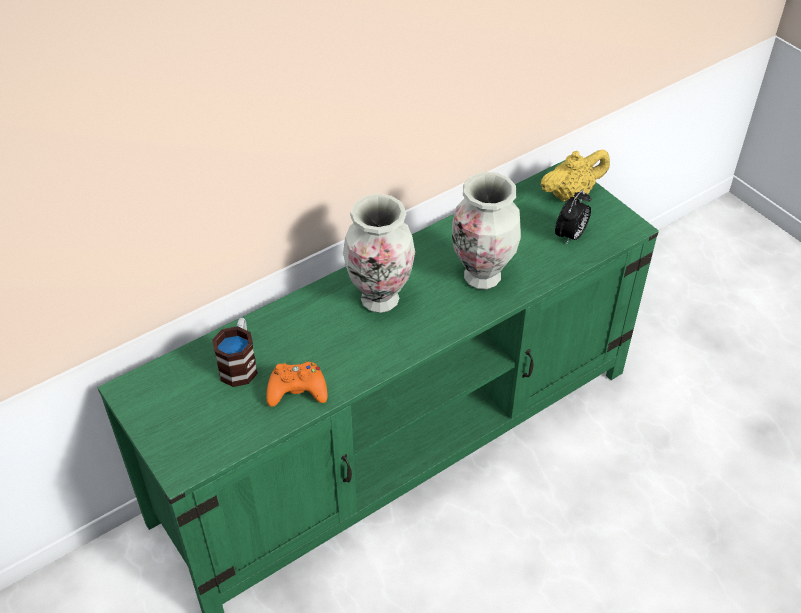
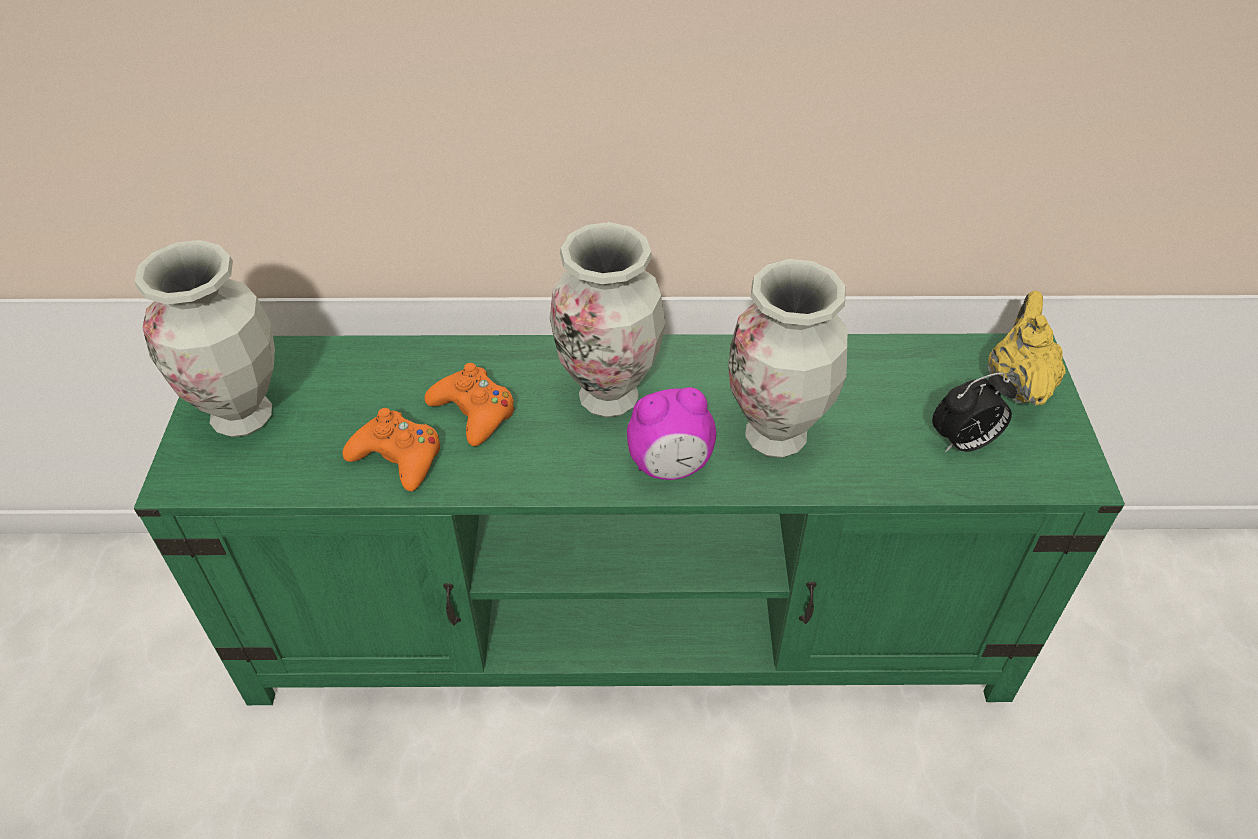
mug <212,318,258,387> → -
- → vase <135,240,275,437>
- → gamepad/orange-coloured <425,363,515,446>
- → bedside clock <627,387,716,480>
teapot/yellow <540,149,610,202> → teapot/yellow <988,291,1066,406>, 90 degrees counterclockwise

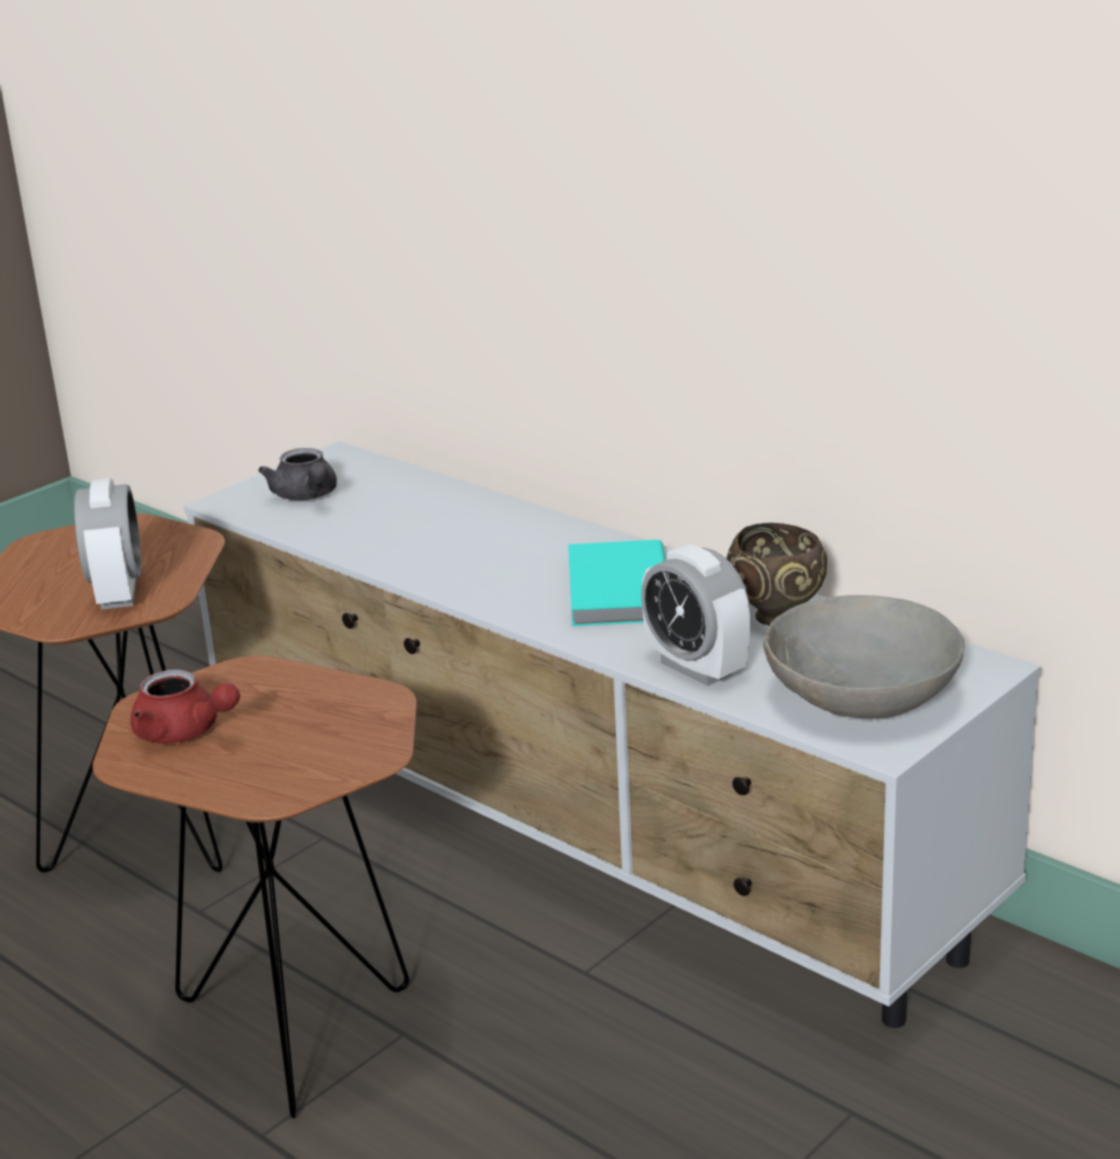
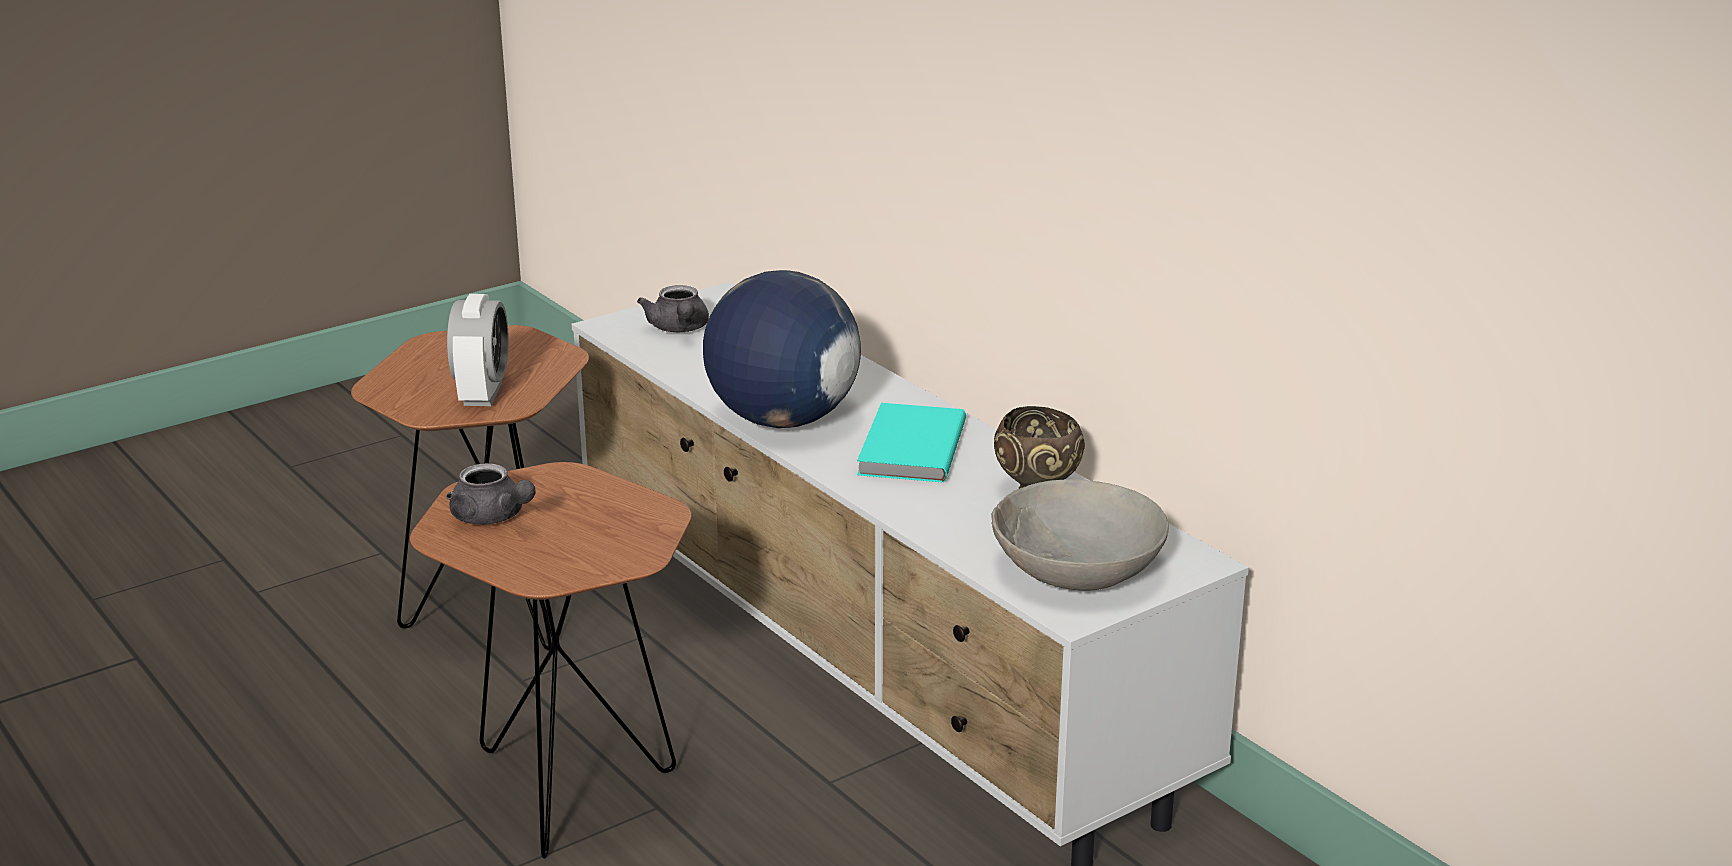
bedside clock <641,544,750,686> → -
- → globe <703,270,861,428>
teapot/reddish <130,669,240,743> → teapot/grey <446,463,536,525>

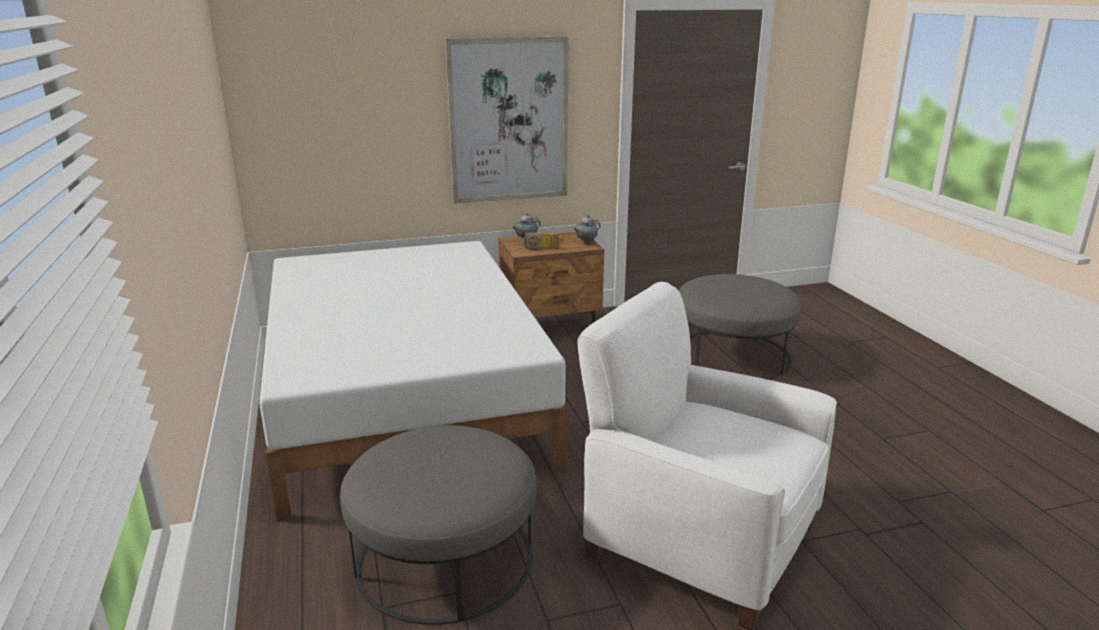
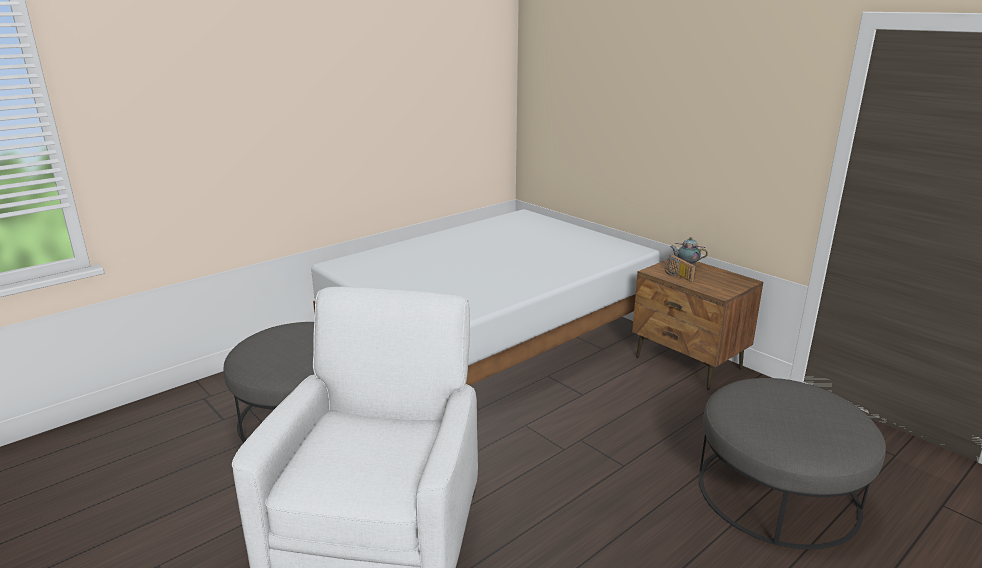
wall picture <445,36,569,204> → -
teapot <573,215,600,244> → -

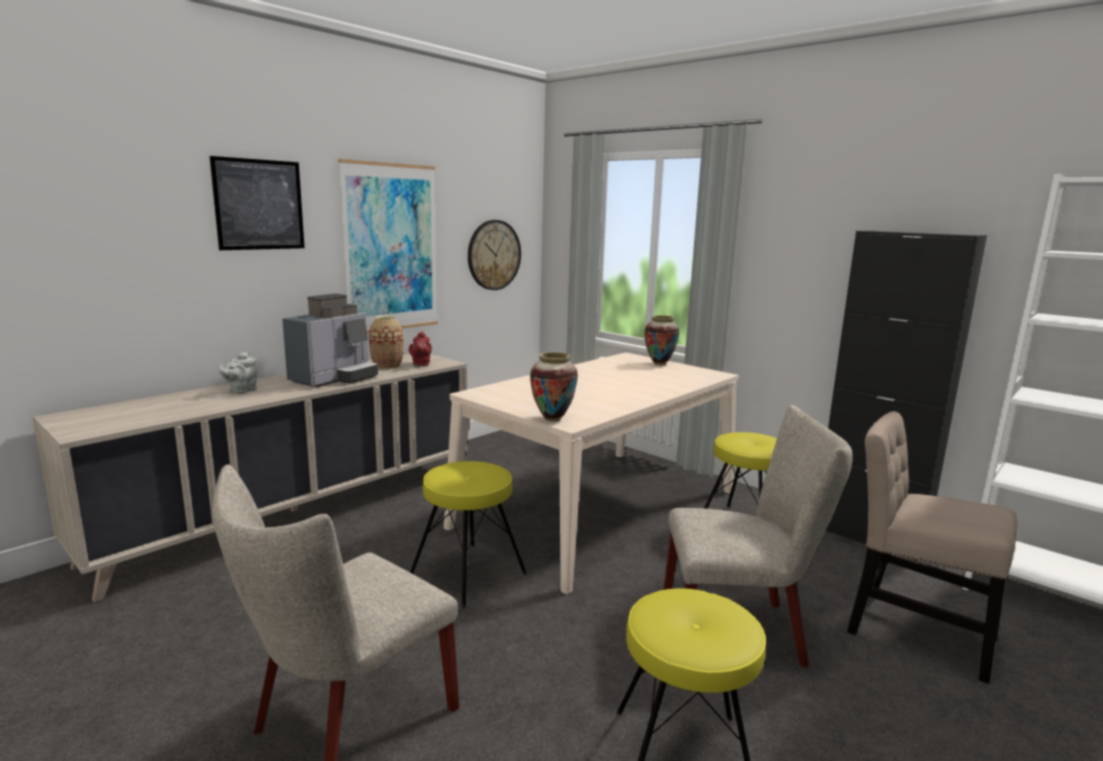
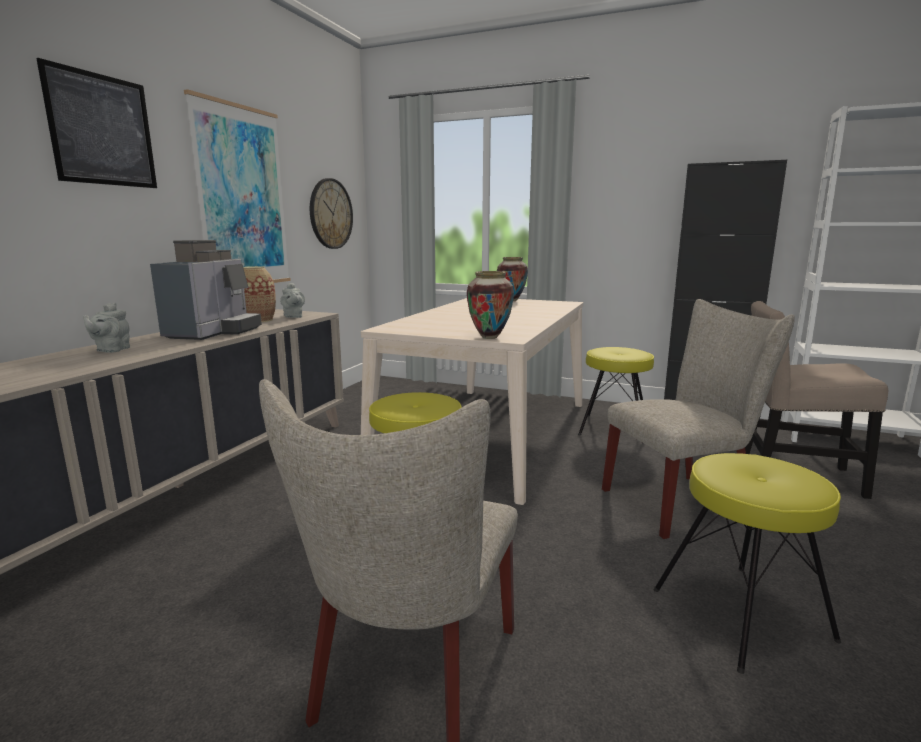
teapot/reddish <409,332,432,367> → teapot/grey <280,283,305,318>

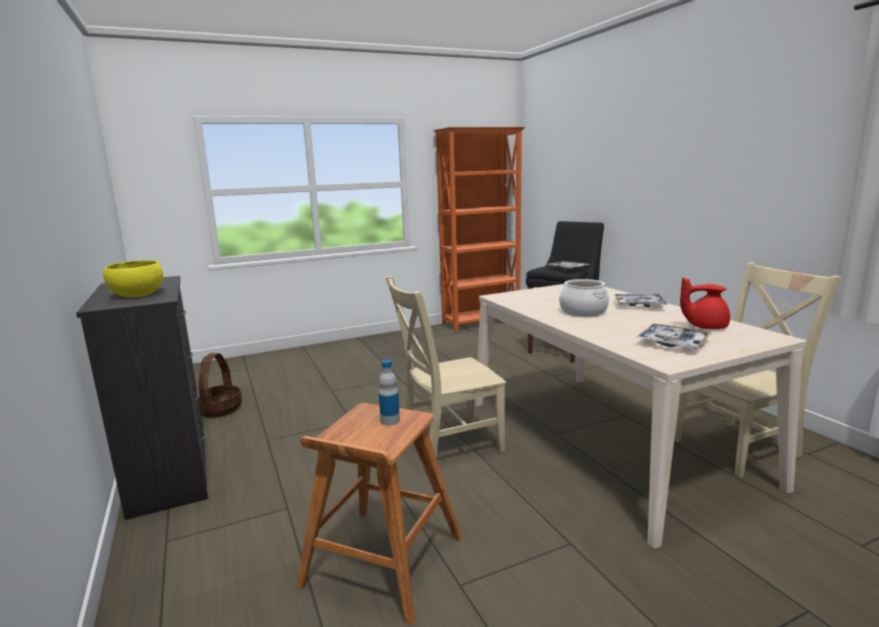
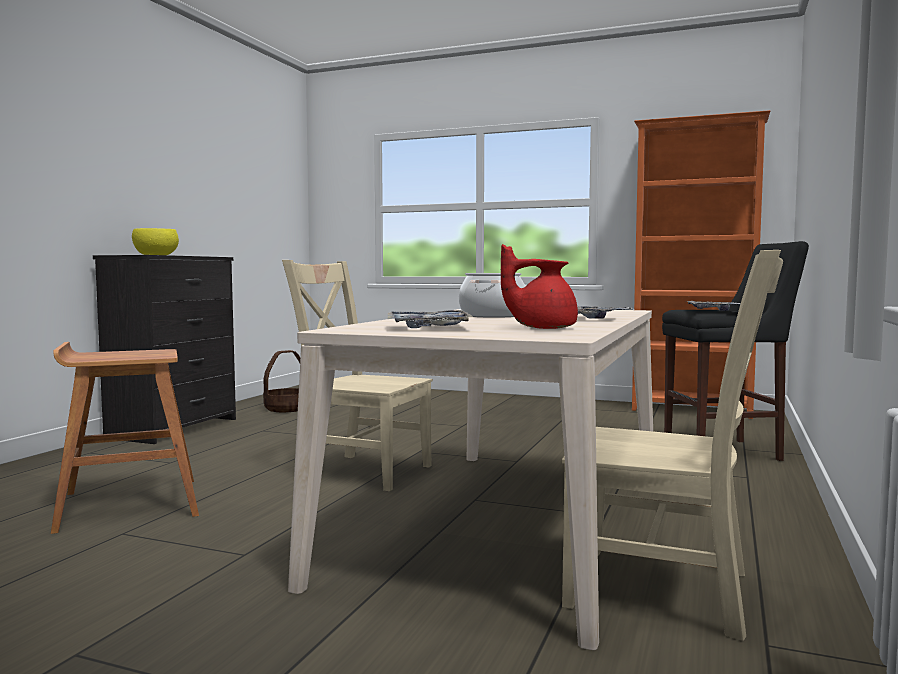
bottle <379,360,400,426> → -
teapot/reddish <680,278,730,329> → teapot/reddish <501,244,578,329>, 60 degrees counterclockwise

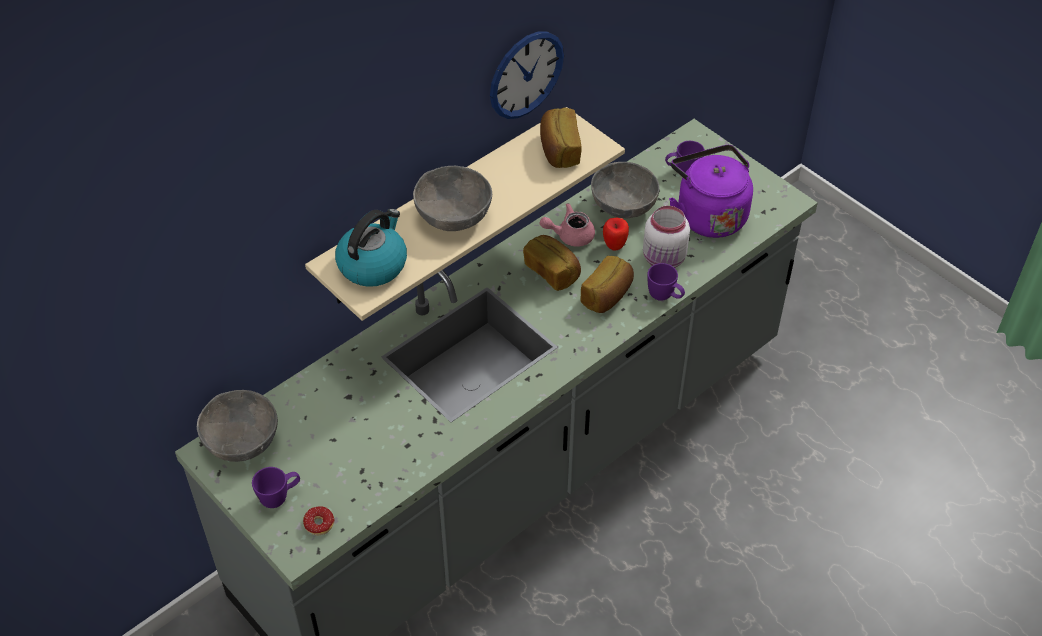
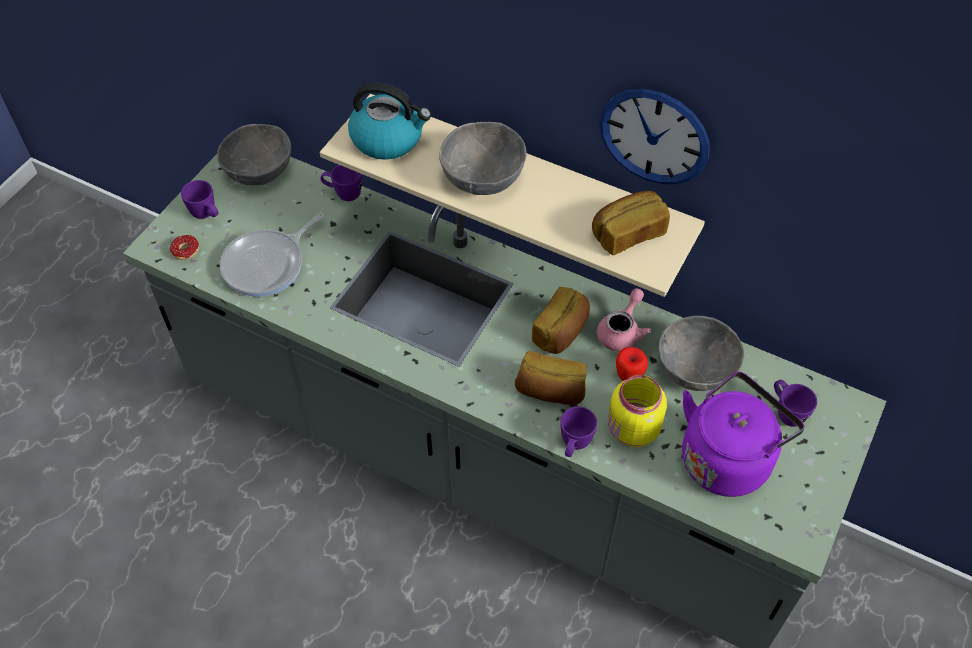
- → frying pan <220,213,325,297>
- → mug/purple <320,165,362,201>
preserve jar/whitish <643,206,690,268> → preserve jar/yellow <608,375,667,447>
teapot/pink-coloured <540,203,595,247> → teapot/pink-coloured <597,288,651,352>, 60 degrees clockwise

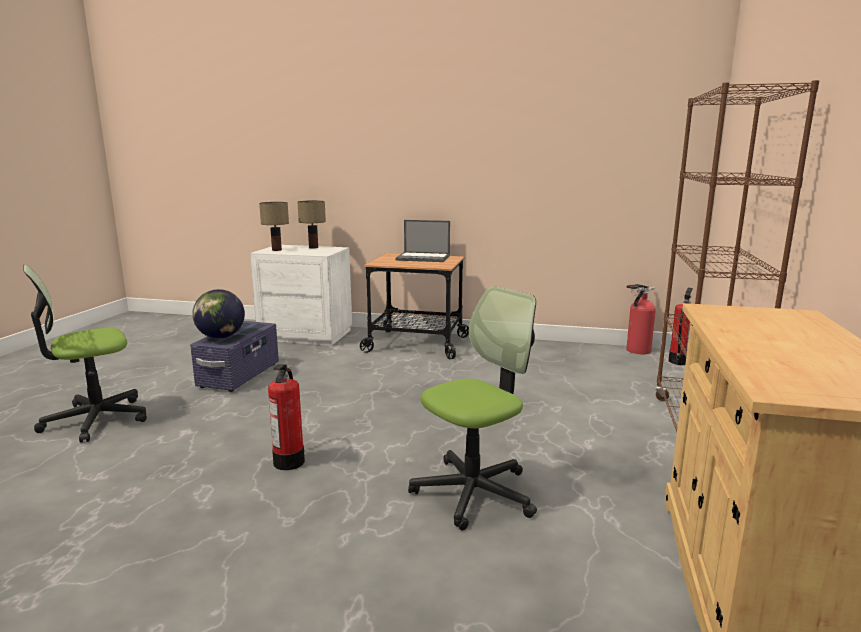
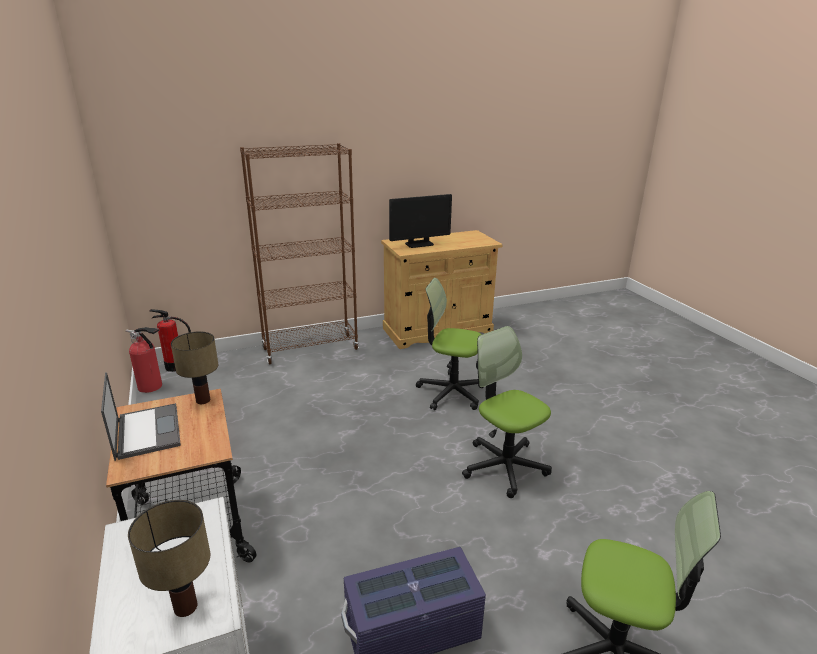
globe <192,289,245,339> → -
- → computer display <389,194,452,248>
table lamp <298,200,326,249> → table lamp <171,332,219,404>, shifted
extinguisher <268,364,305,470> → desk chair <462,326,552,498>

